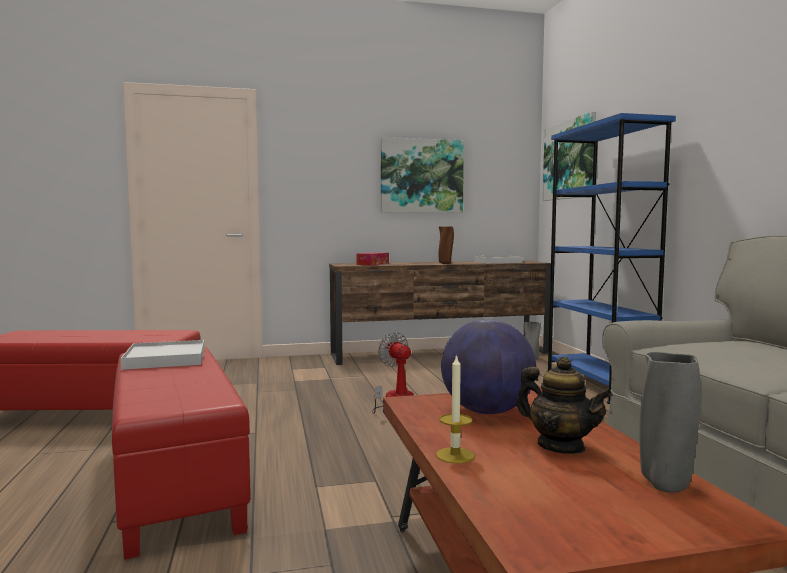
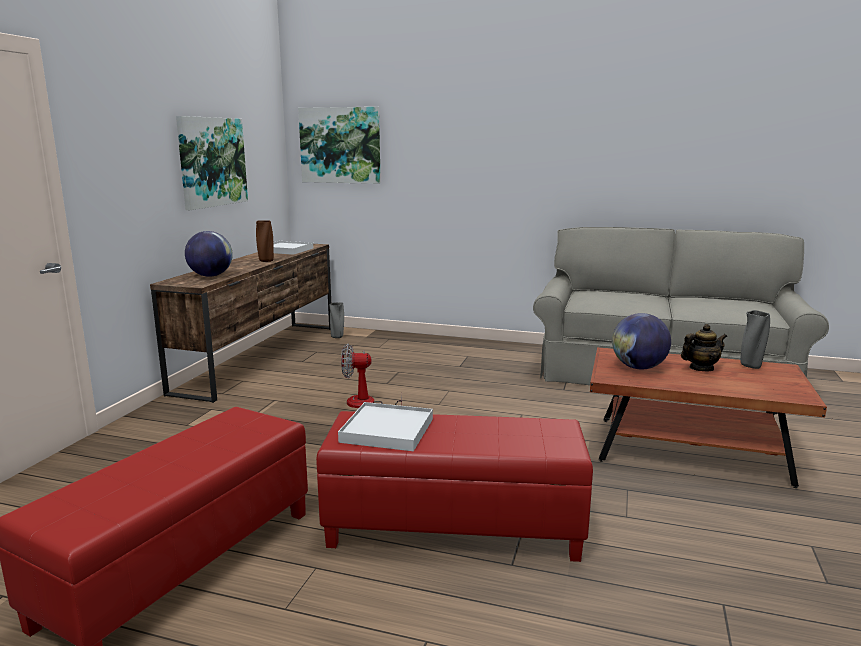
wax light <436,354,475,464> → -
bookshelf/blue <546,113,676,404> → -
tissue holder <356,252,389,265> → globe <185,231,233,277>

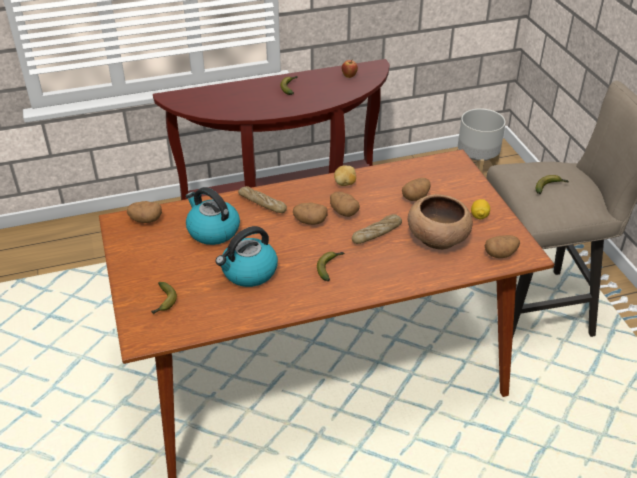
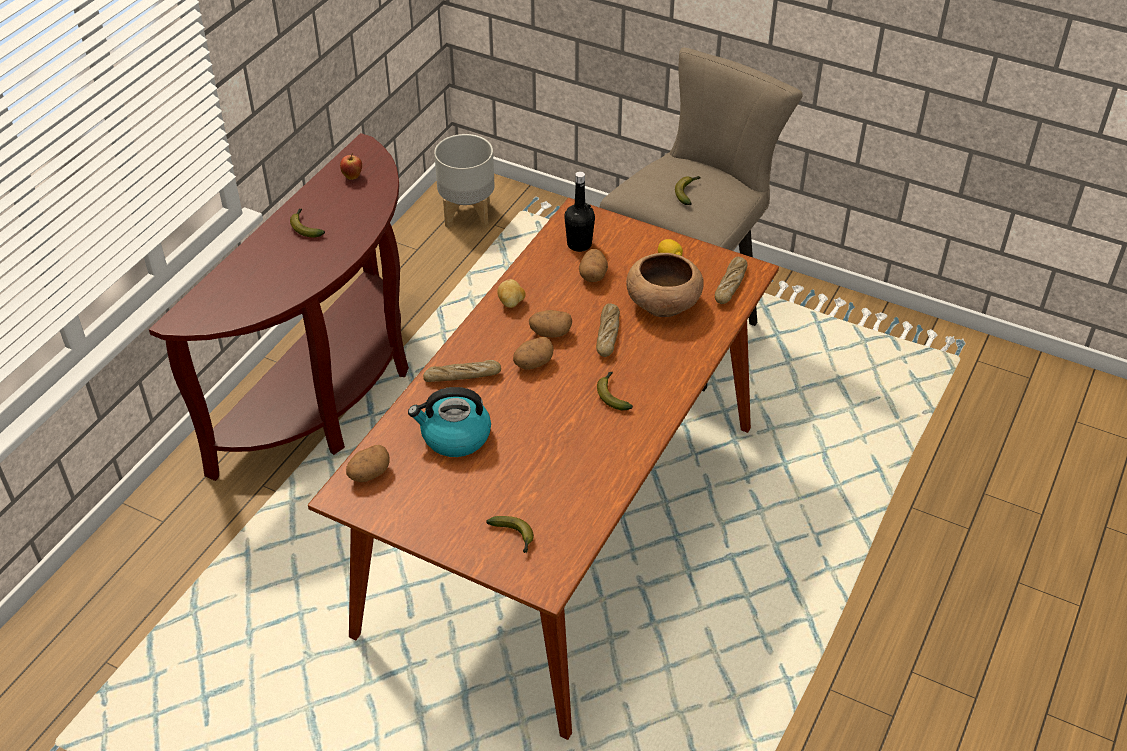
water kettle <215,226,278,287> → -
- → bottle/blackish <564,171,595,252>
potato <485,235,520,258> → baked bread <715,257,747,304>

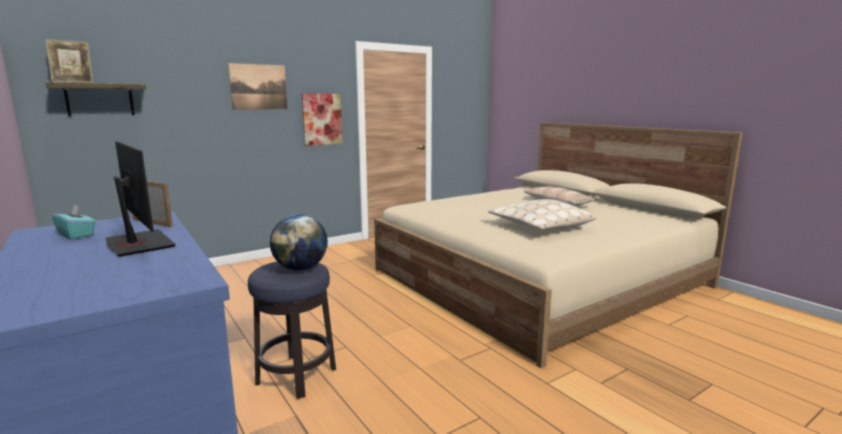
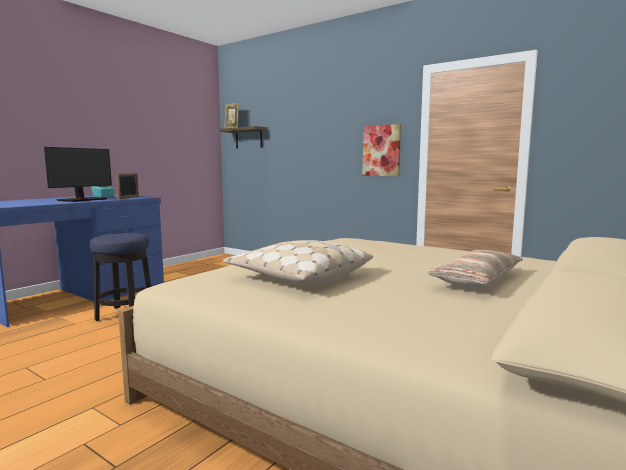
wall picture <228,63,287,110> → -
globe <270,214,328,270> → -

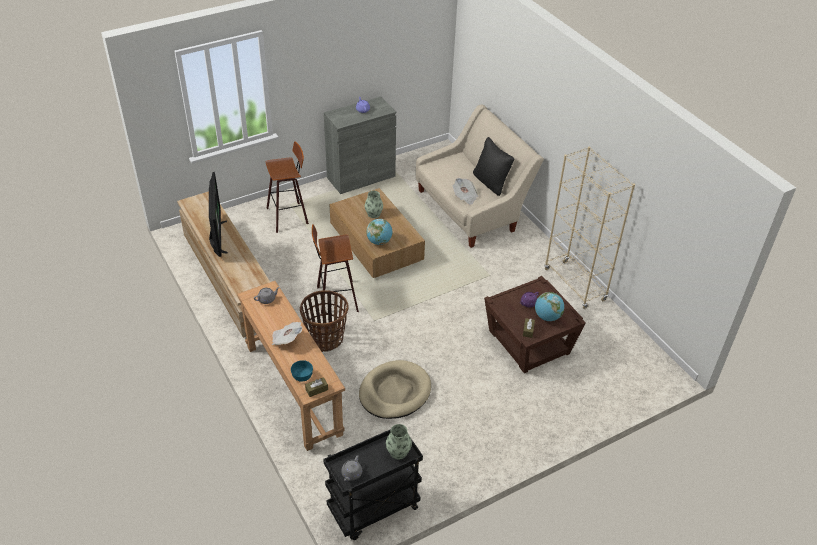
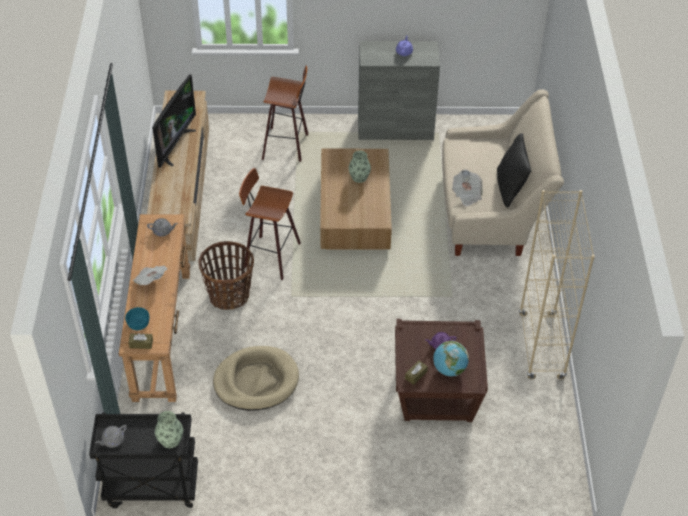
globe <366,219,392,245> → -

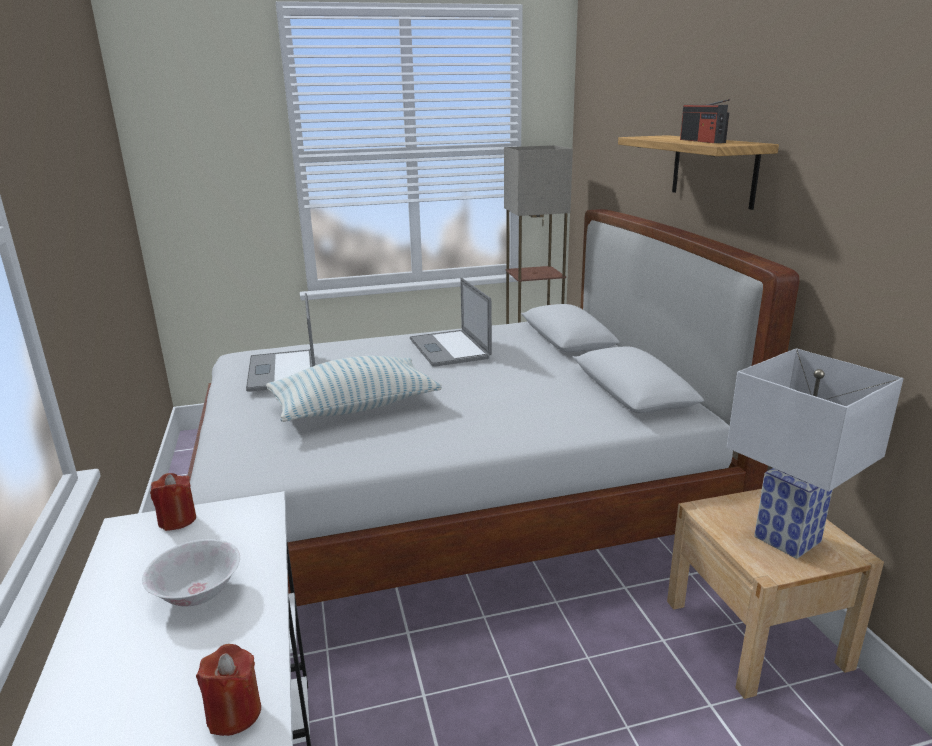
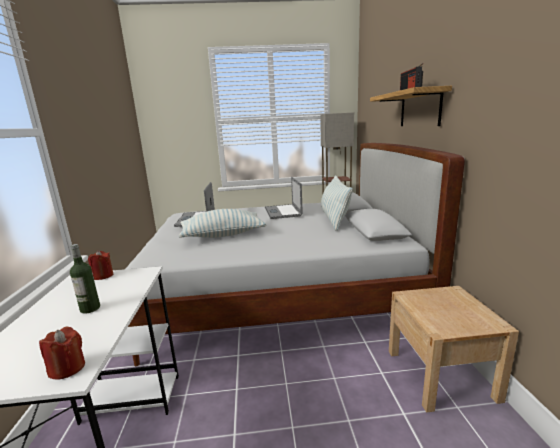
table lamp/whitish <727,348,904,559> → -
- → throw pillow <321,175,353,231>
serving bowl/whitish <142,539,240,606> → bottle <70,244,100,314>

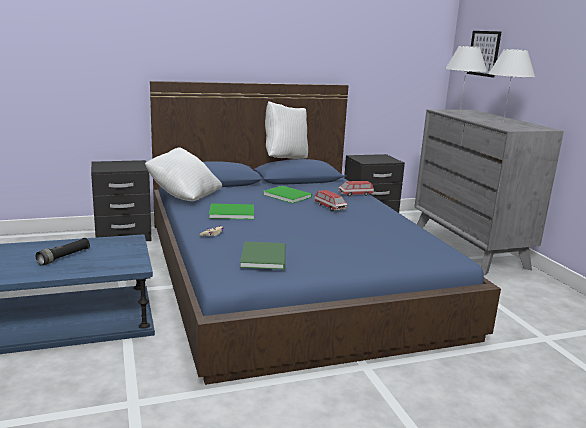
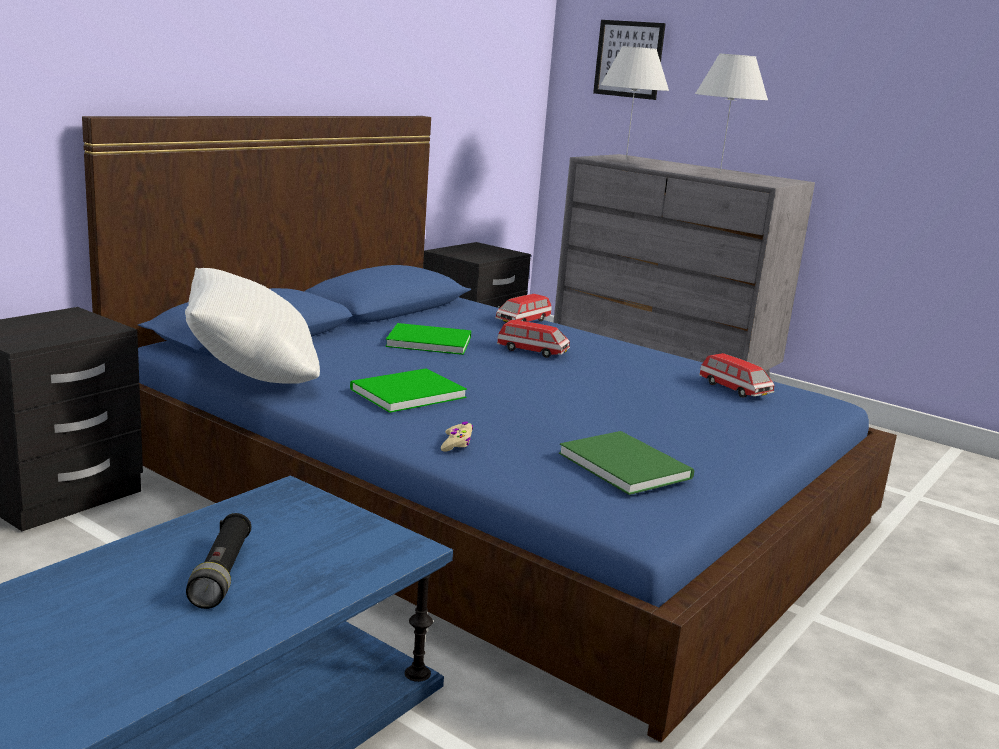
throw pillow/whitish <265,101,308,159> → -
- → toy car <699,353,775,398>

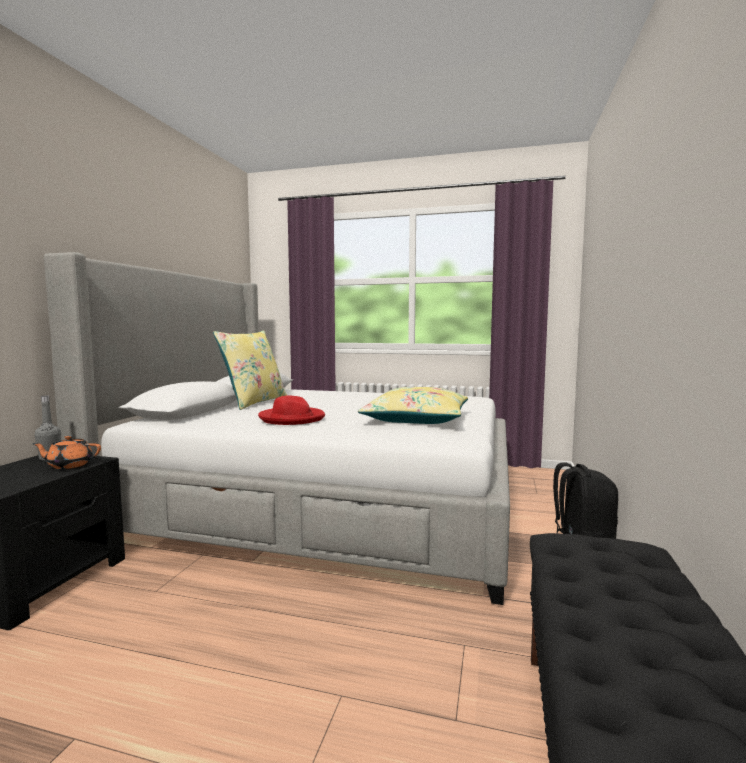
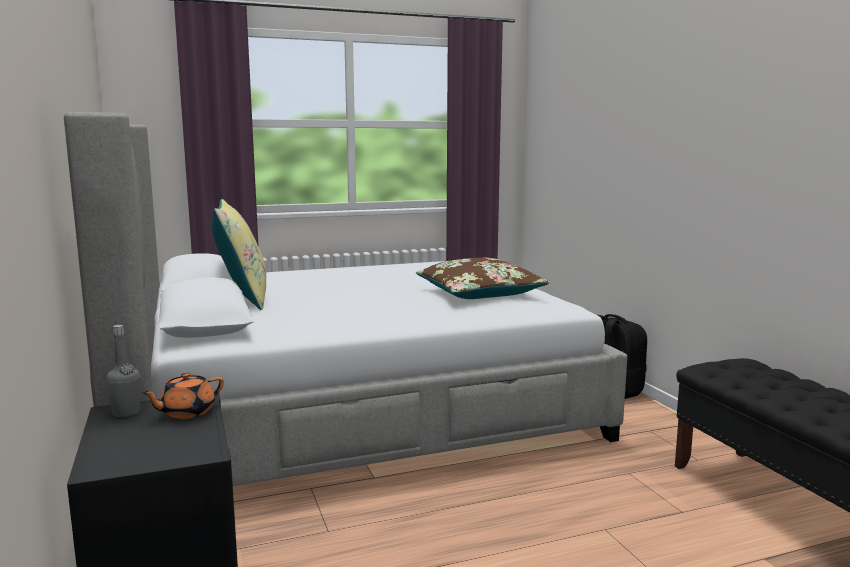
clothing hat/reddish <258,395,325,425> → -
throw pillow/yellow <358,387,468,424> → throw pillow/brown-coloured <416,258,549,299>

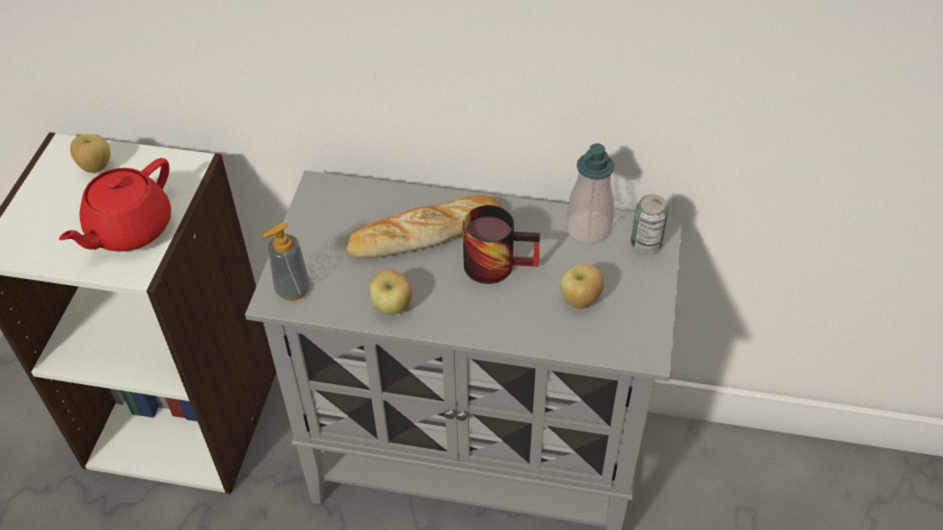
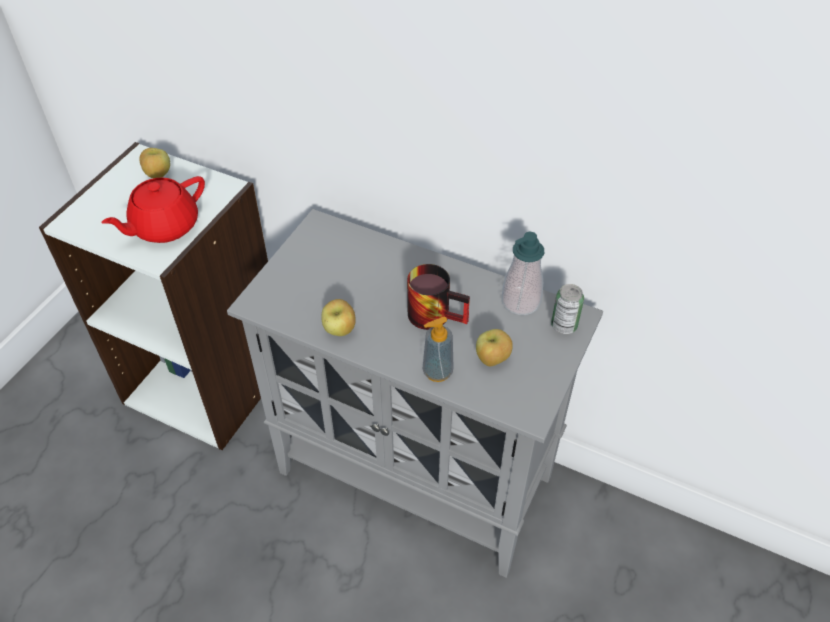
baked bread <347,195,501,258> → -
liquid soap bottle <262,222,310,301> → liquid soap bottle <422,317,454,382>, shifted

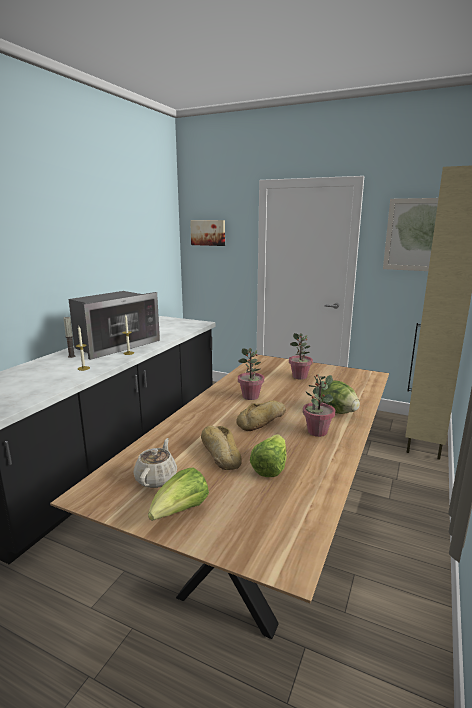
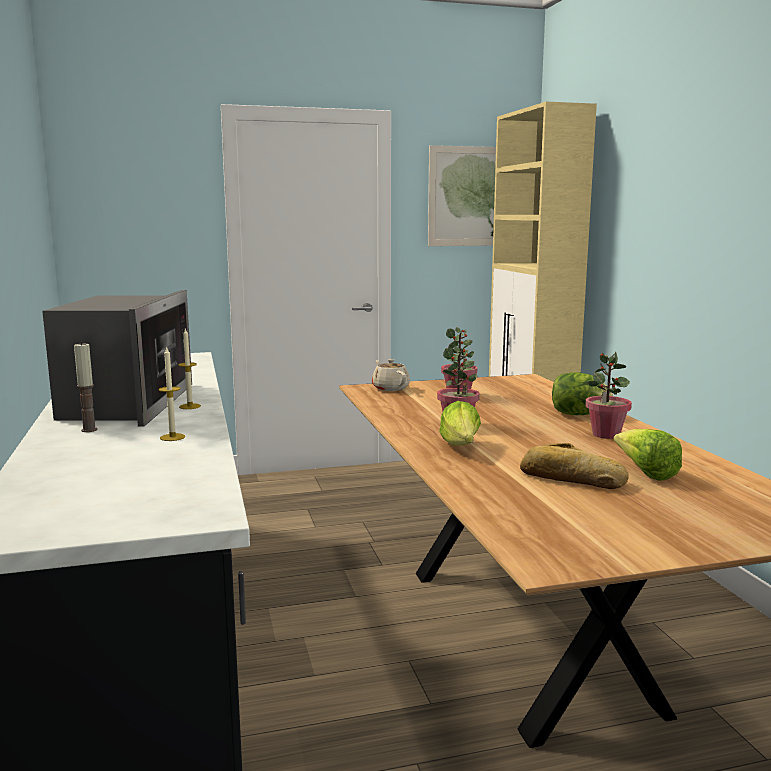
wall picture <190,220,225,246> → -
baked bread <236,400,286,431> → -
teapot/sand-coloured <134,438,177,488> → teapot/sand-coloured <372,359,410,391>, shifted
lettuce <148,467,209,521> → lettuce <439,401,481,446>, shifted

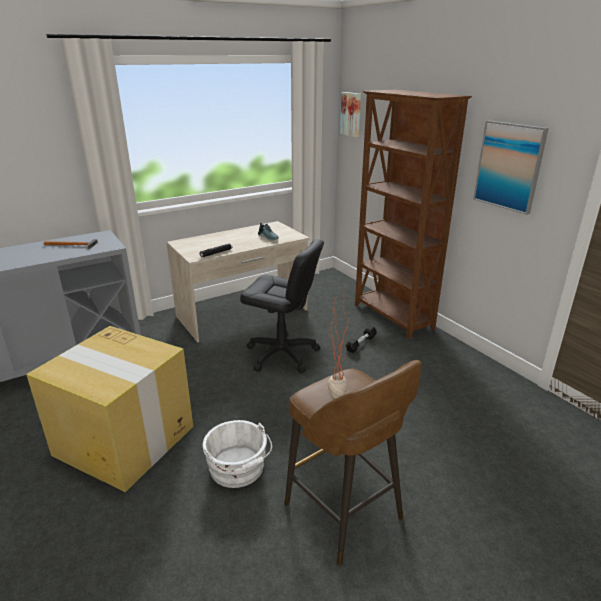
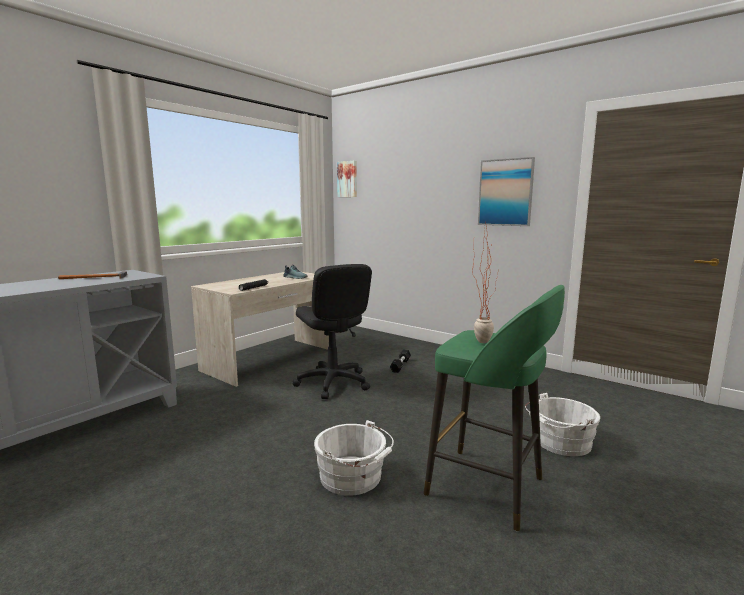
carton <26,326,193,492> → -
bookshelf/brown-coloured <355,90,472,339> → -
- → bucket/whitish <525,393,600,456>
stool/brown-coloured <284,360,421,565> → stool/greenish <423,285,565,531>
desk chair/blackish <240,239,324,373> → desk chair/blackish <292,264,372,399>, 60 degrees clockwise

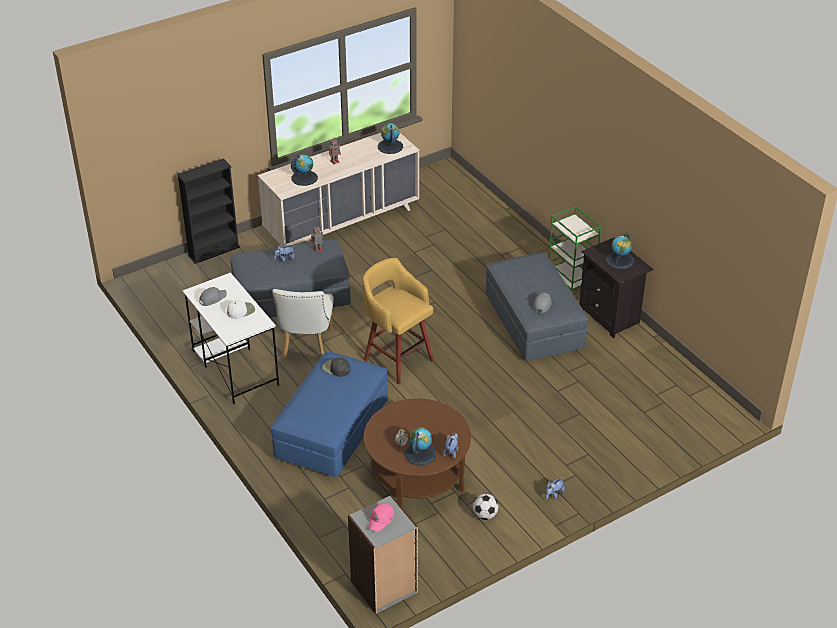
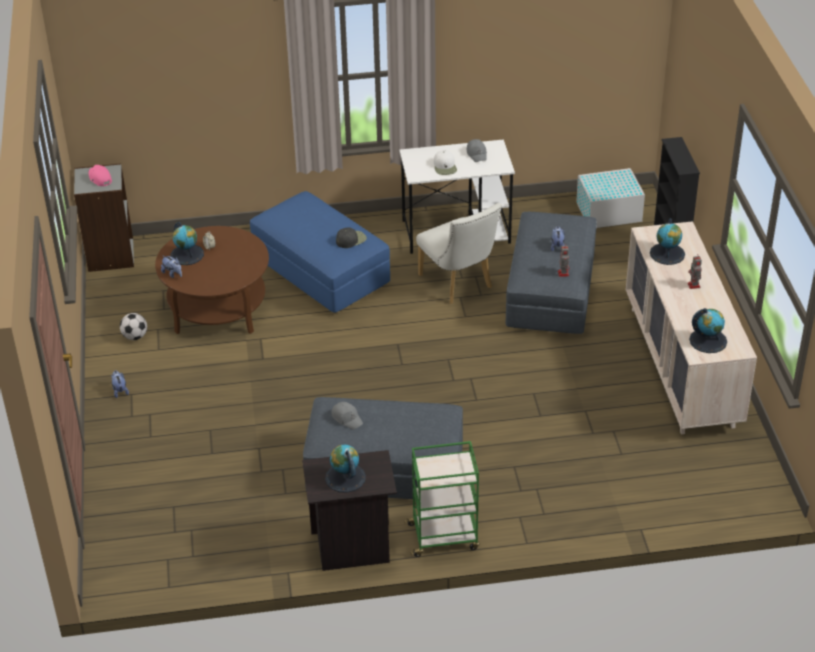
stool/yellow <363,258,434,385> → -
- → storage box/whitish <576,168,645,228>
upright chair/whitish <272,289,334,358> → upright chair/whitish <416,203,502,304>, 150 degrees counterclockwise

